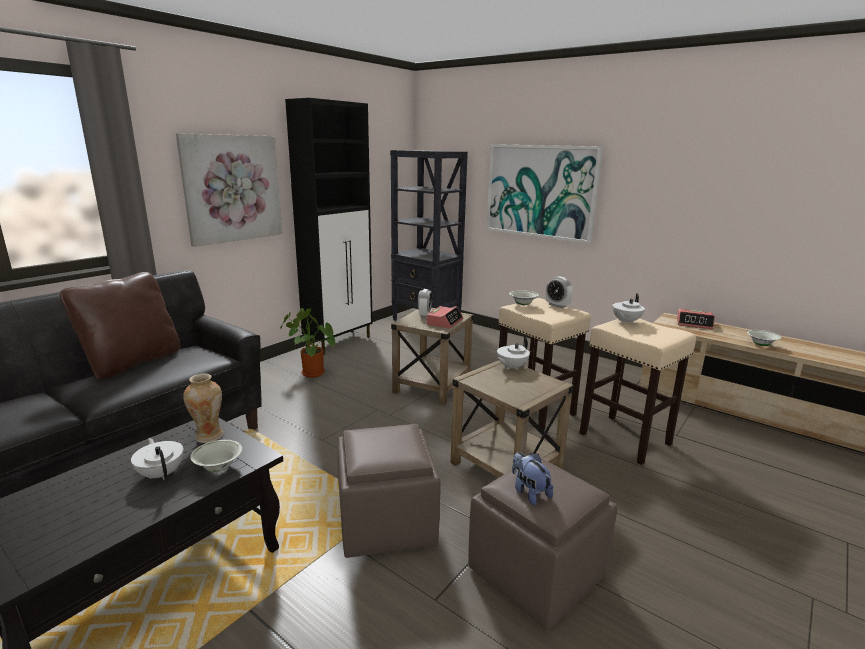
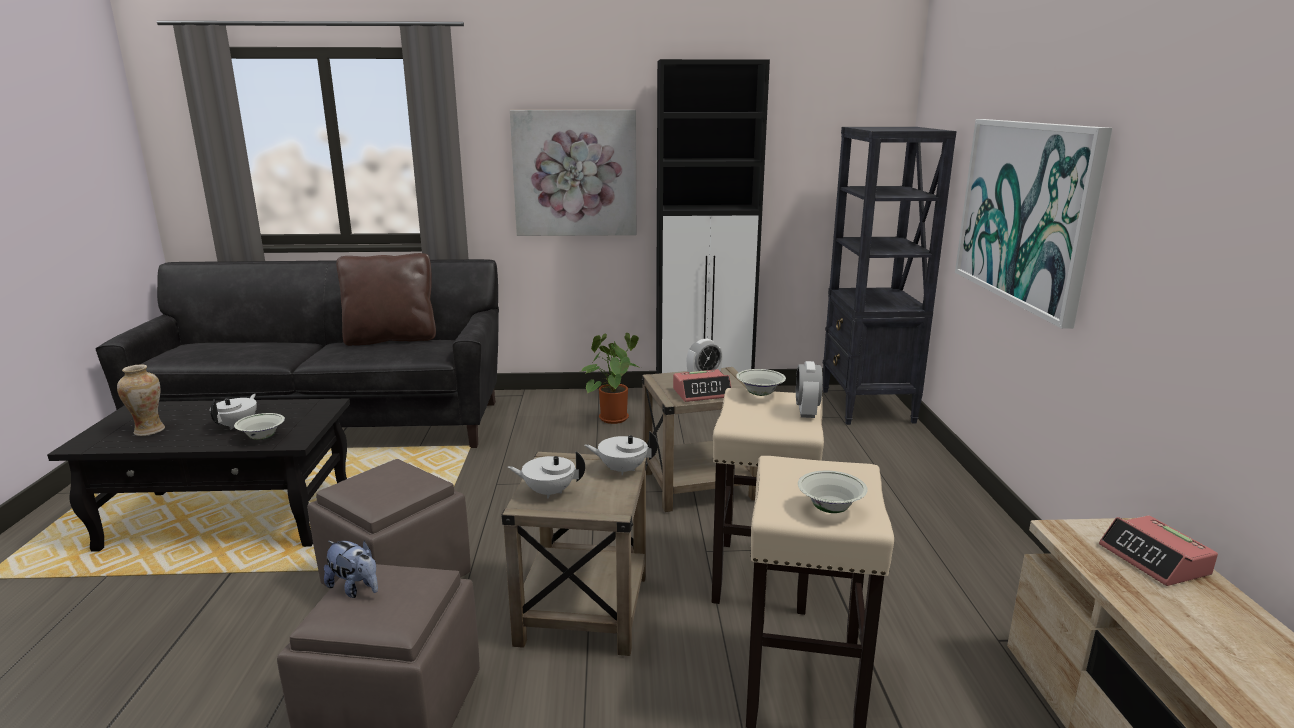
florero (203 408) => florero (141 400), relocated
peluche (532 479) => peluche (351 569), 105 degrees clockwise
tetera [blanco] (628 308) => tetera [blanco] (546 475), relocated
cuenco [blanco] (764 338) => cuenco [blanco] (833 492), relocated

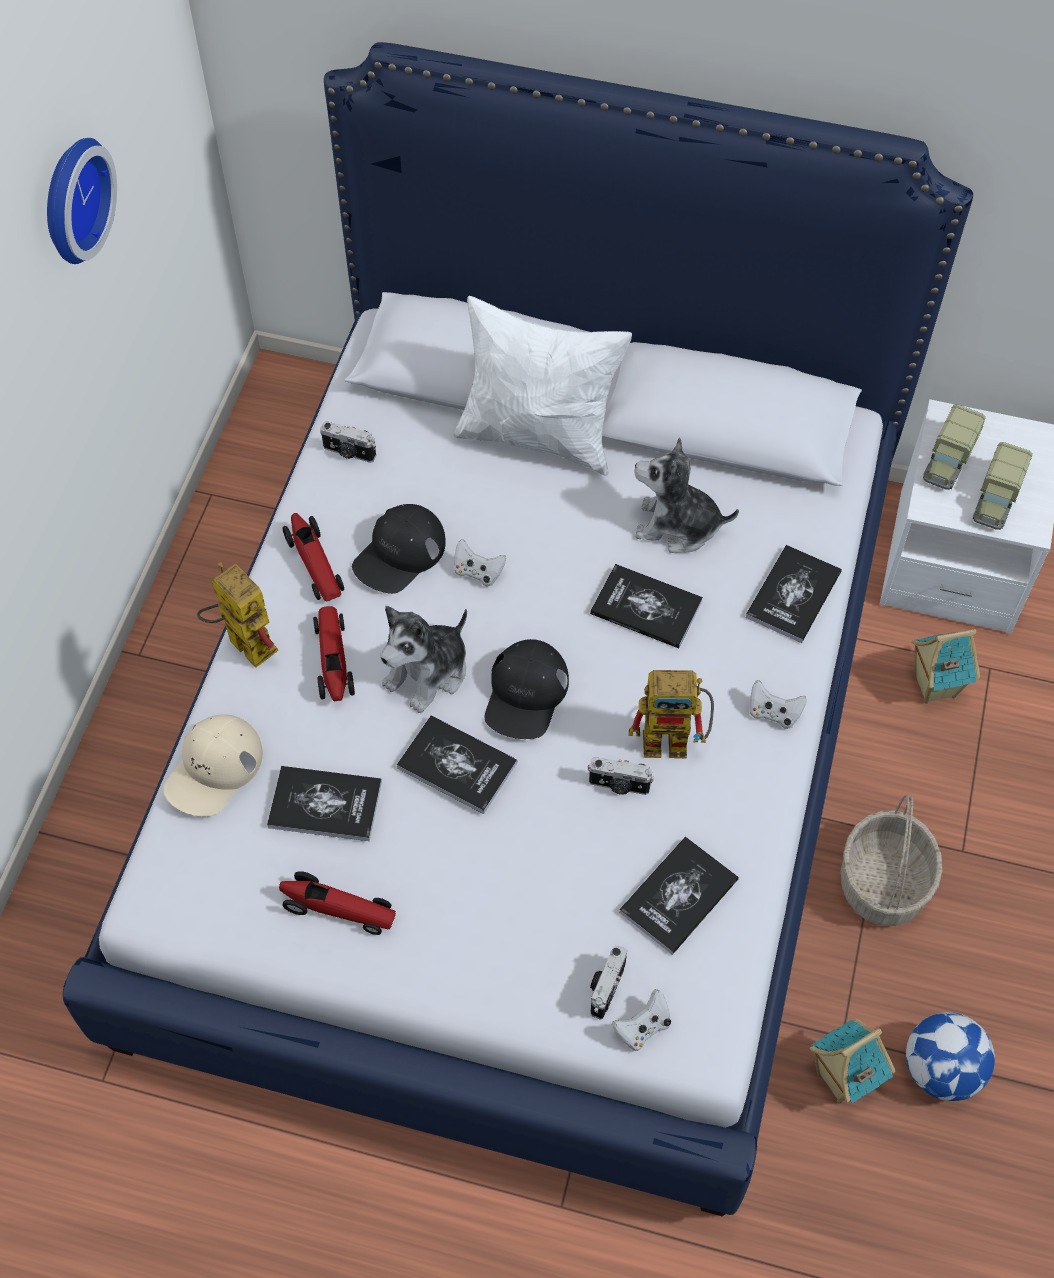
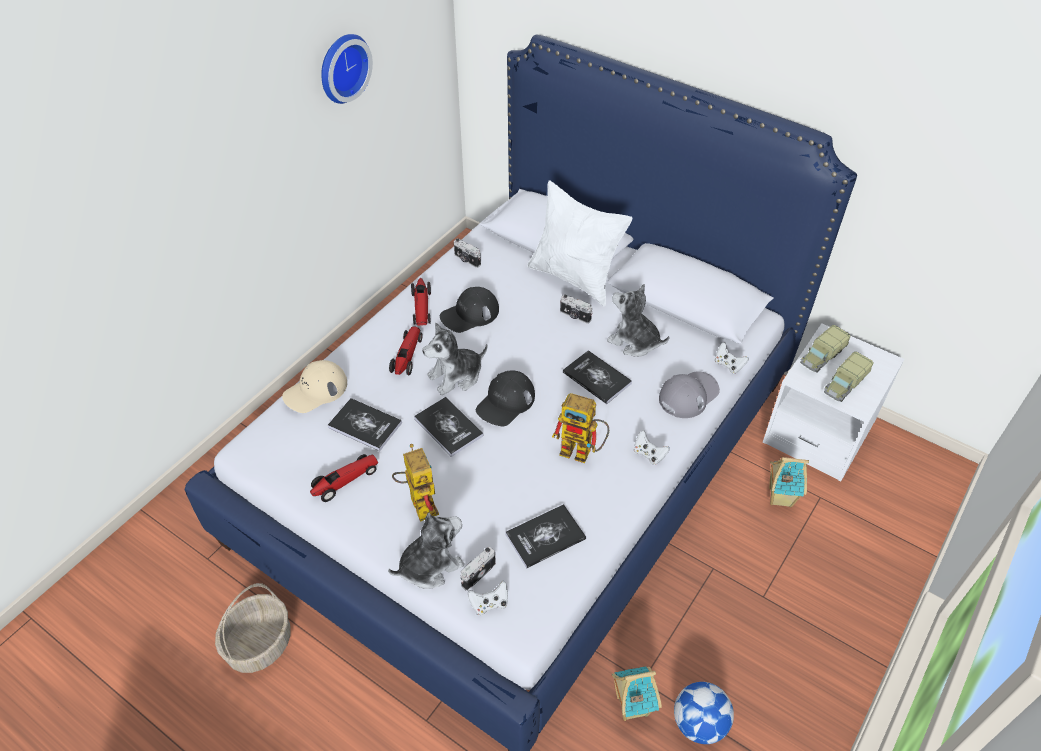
cesta (892 860) => cesta (253 628), relocated
coche de juguete (337 903) => coche de juguete (344 478), 75 degrees counterclockwise
nothing => peluche (426 550)
robot de juguete (238 615) => robot de juguete (415 483), relocated
cámara (621 776) => cámara (576 309), relocated
libro (793 594) => gorra [gris] (689 394)
mando de consola [blanco] (480 562) => mando de consola [blanco] (732 358), relocated

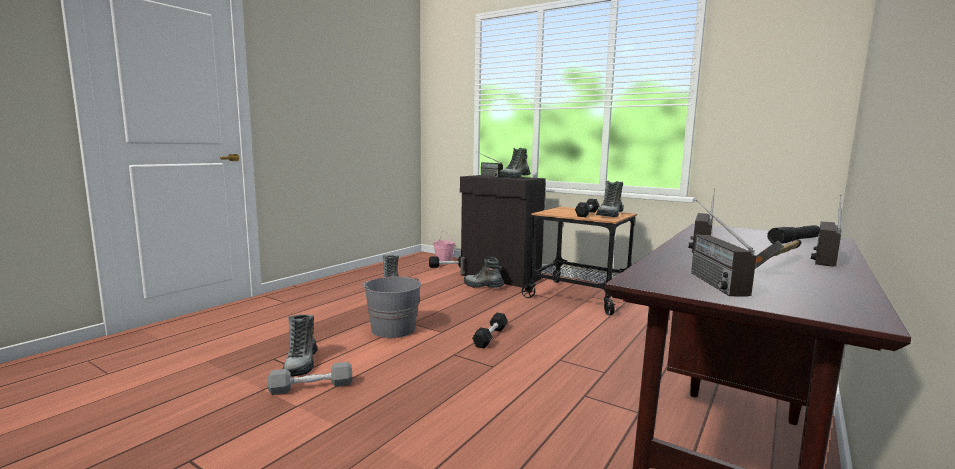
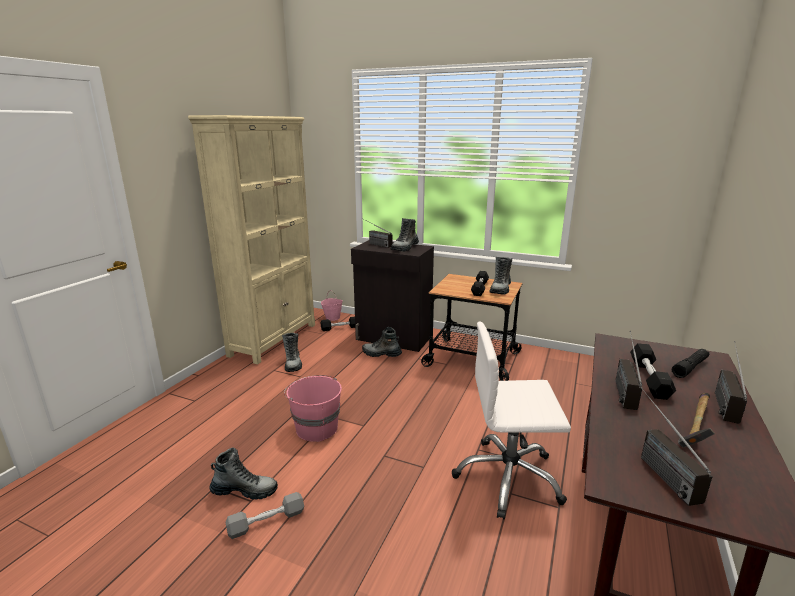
nothing => estantería [beis] (251 239)
bota (300 345) => bota (243 473), 75 degrees counterclockwise
cubo [gris] (391 308) => cubo [rosa] (313 408)
nothing => silla de oficina [blanco] (511 421)
mancuerna [negro] (490 331) => mancuerna [negro] (653 371), relocated

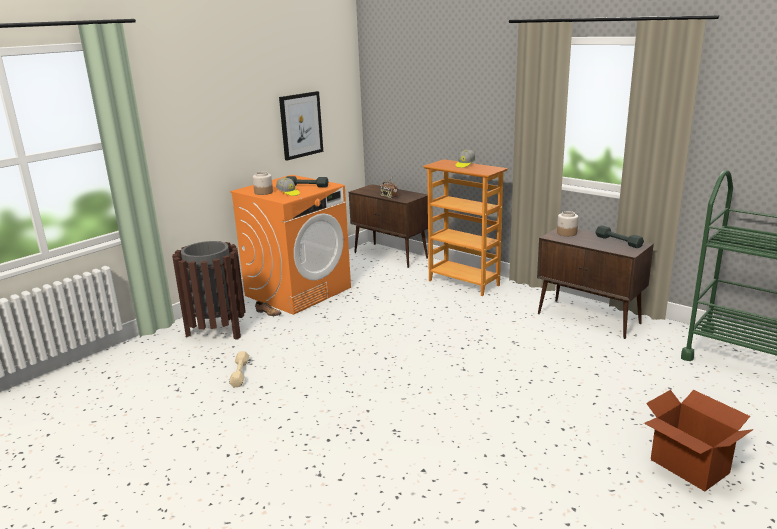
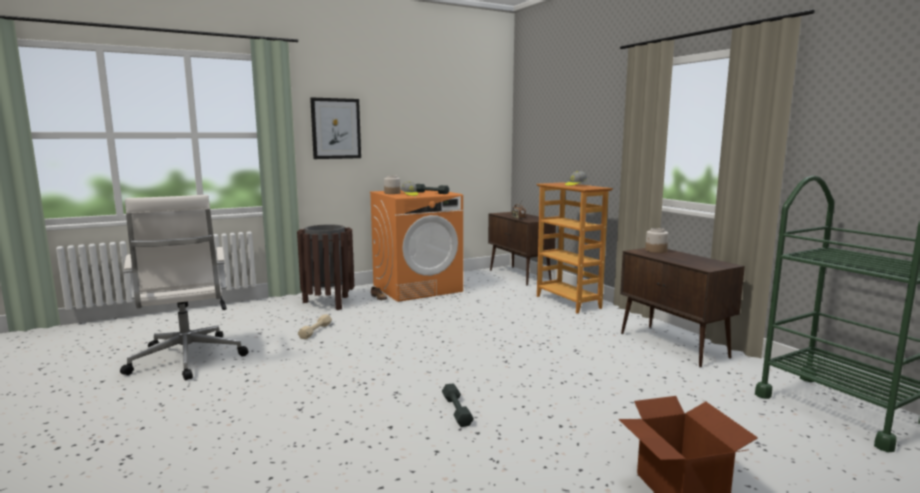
nothing => silla de oficina [blanco] (184 287)
cuadro (301 125) => cuadro (335 128), relocated
mancuerna [gris] (619 237) => mancuerna [gris] (458 405), relocated

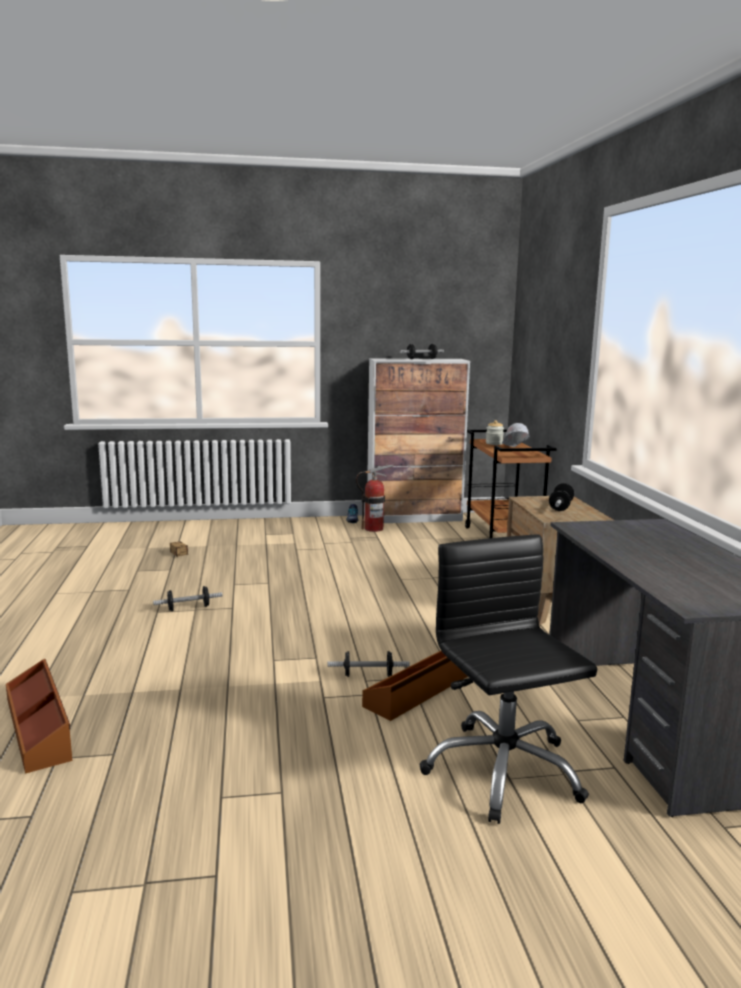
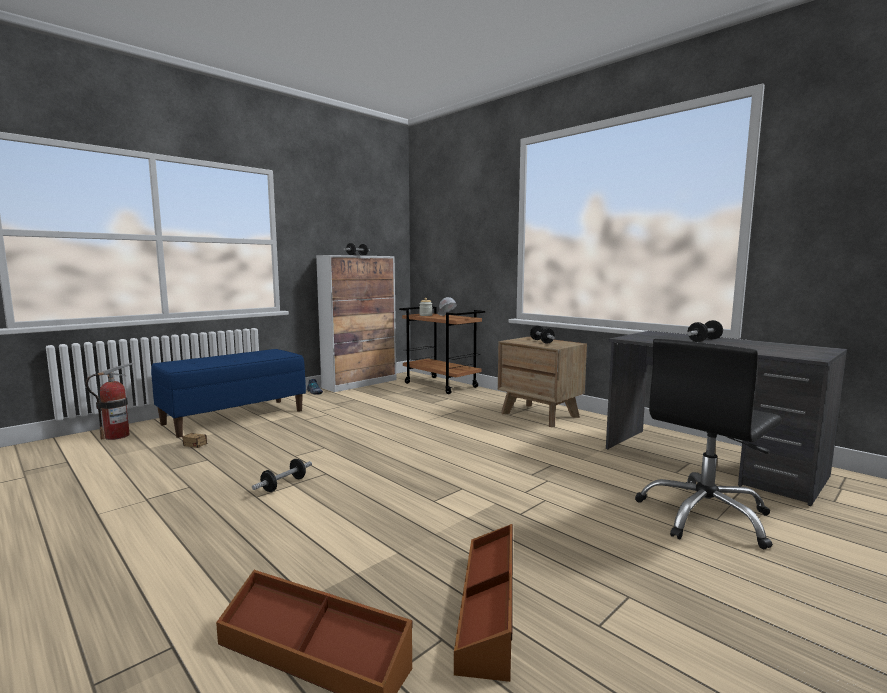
extintor (374 498) => extintor (110 401), relocated
nothing => banco [azul] (228 393)
caja de almacenaje [marrón] (415 686) => caja de almacenaje [marrón] (483 603), relocated
silla de oficina [negro] (508 679) => silla de oficina [negro] (708 444), 75 degrees counterclockwise
mancuerna (368 664) => mancuerna (705 331), relocated

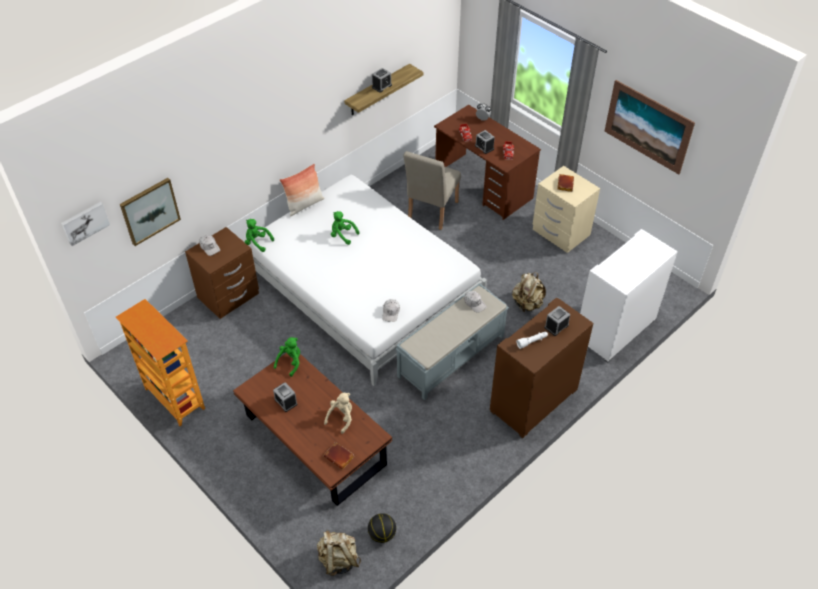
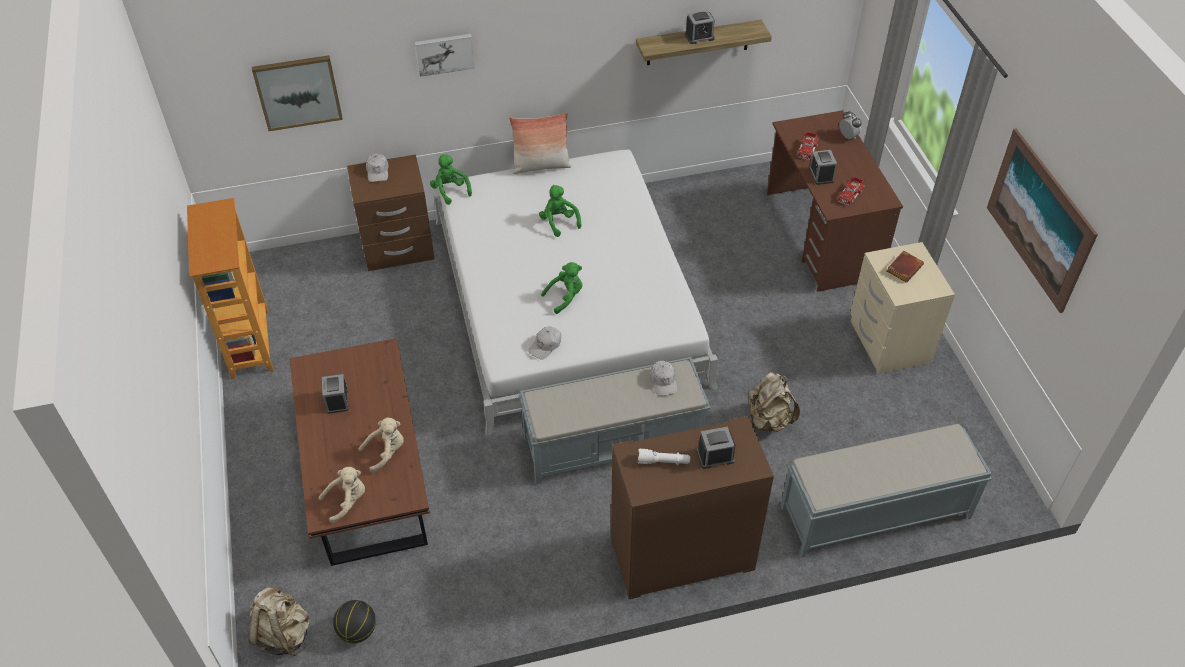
libro [marrón] (339 456) => peluche [beis] (341 495)
cuadro (85 224) => cuadro (445 55), relocated
peluche [verde] (287 357) => peluche [verde] (561 288), relocated
armario [blanco] (629 296) => banco [gris] (886 491)
silla [beis] (432 190) => nothing

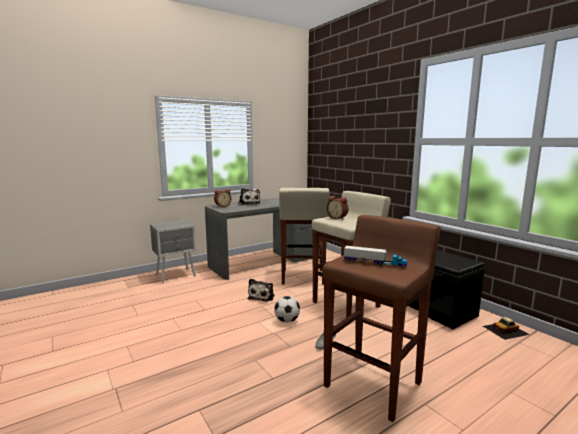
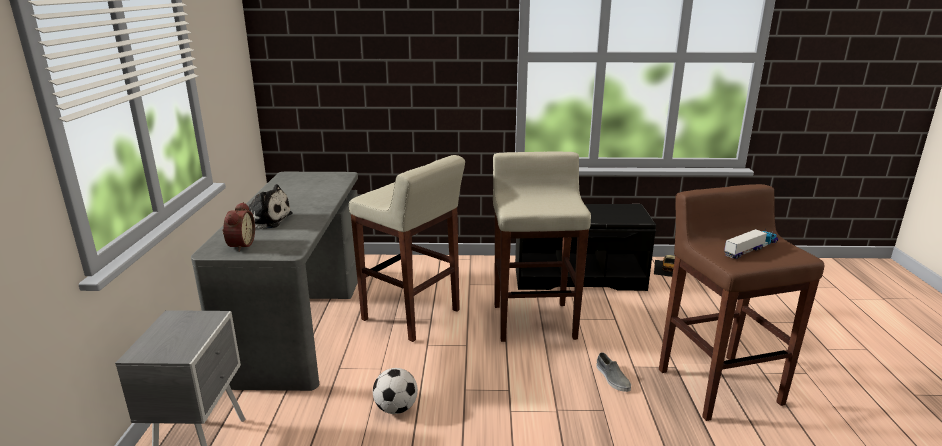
balón de fútbol (287 309) => balón de fútbol (395 391), relocated
peluche (261 290) => nothing
despertador (337 207) => nothing

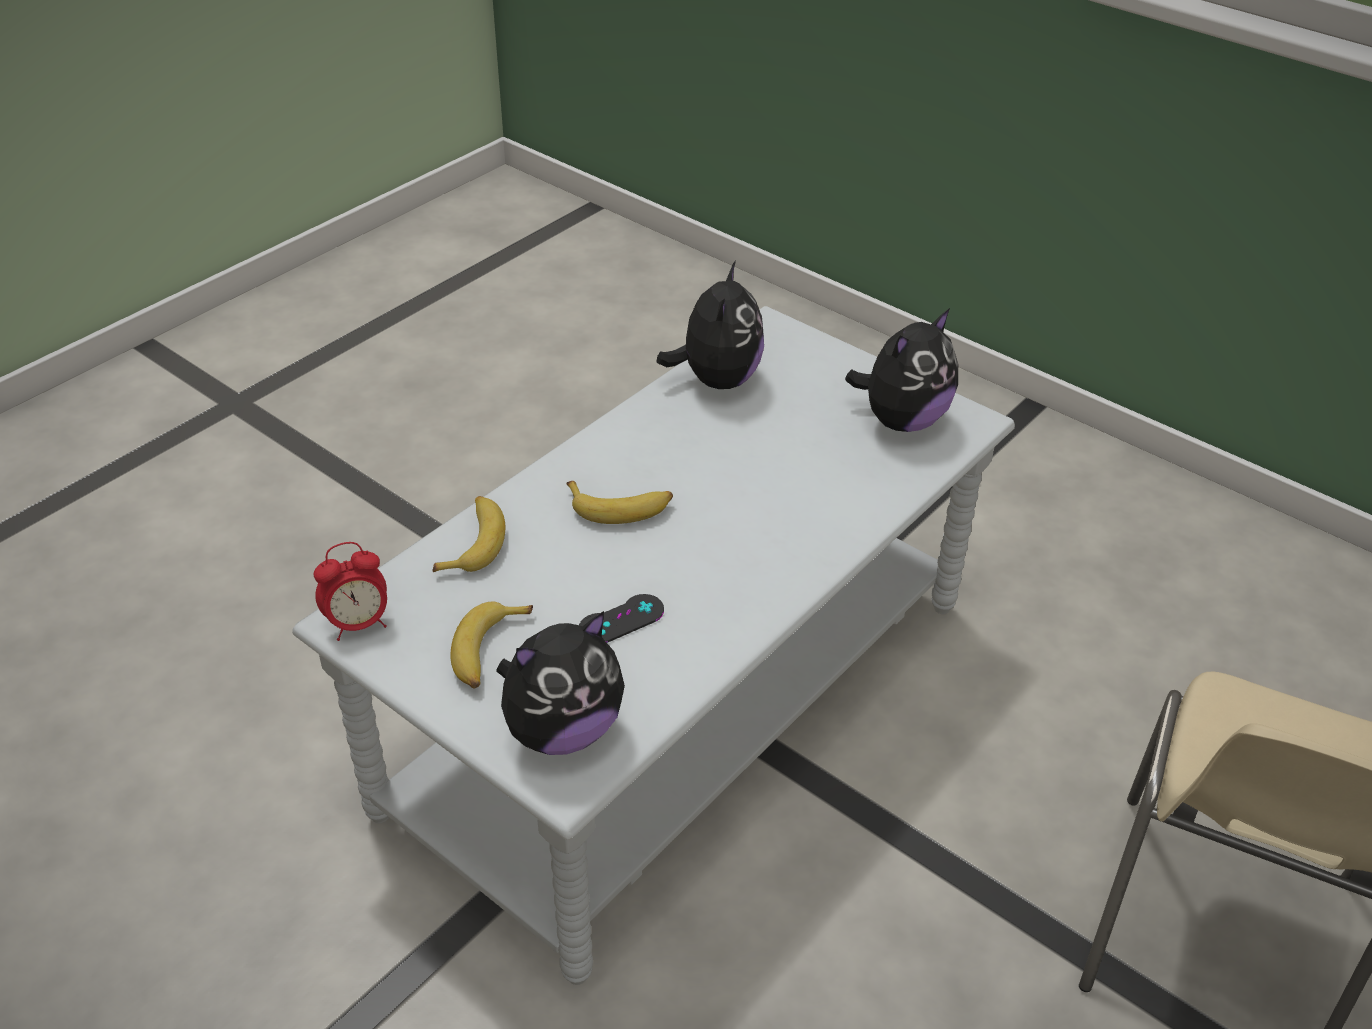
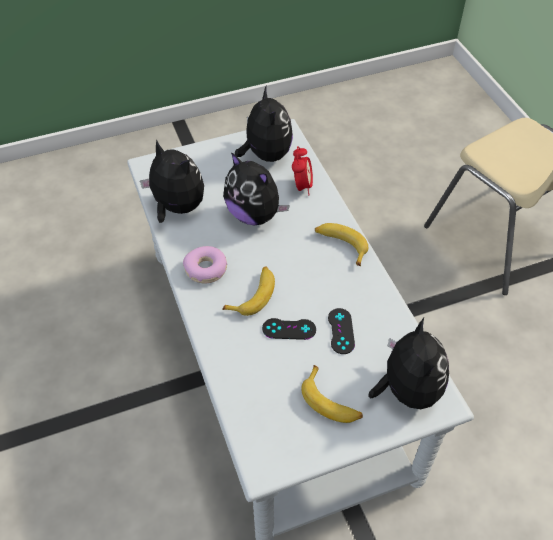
nothing => rosquilla (205 264)
nothing => peluche (256 188)
nothing => mando de consola [negro] (289 329)
despertador (350 591) => despertador (302 170), relocated
plátano (469 534) => plátano (341 244), relocated

